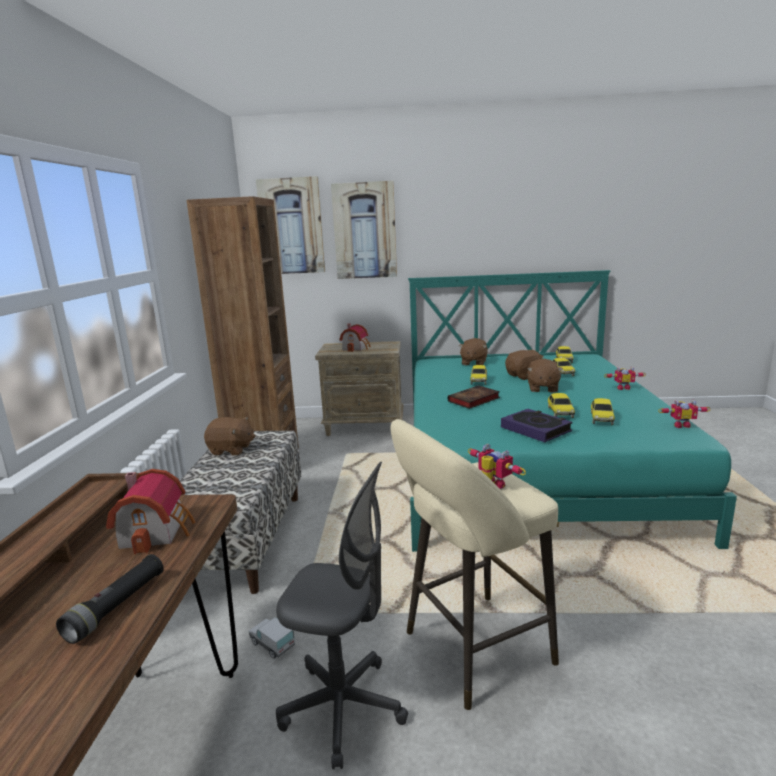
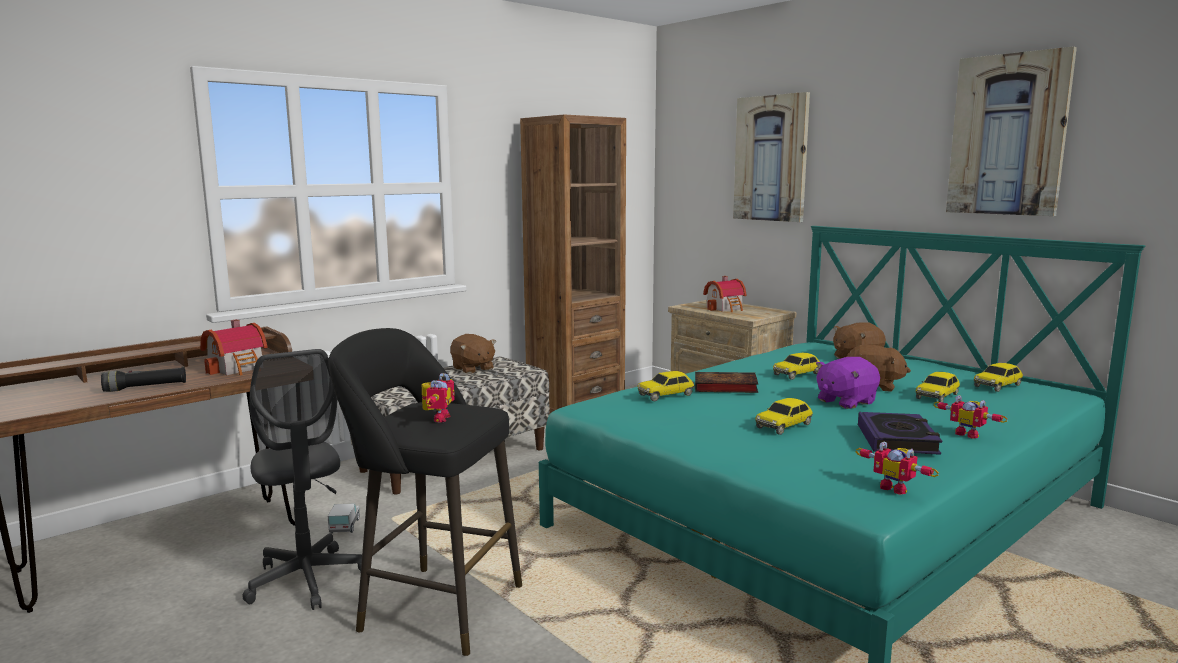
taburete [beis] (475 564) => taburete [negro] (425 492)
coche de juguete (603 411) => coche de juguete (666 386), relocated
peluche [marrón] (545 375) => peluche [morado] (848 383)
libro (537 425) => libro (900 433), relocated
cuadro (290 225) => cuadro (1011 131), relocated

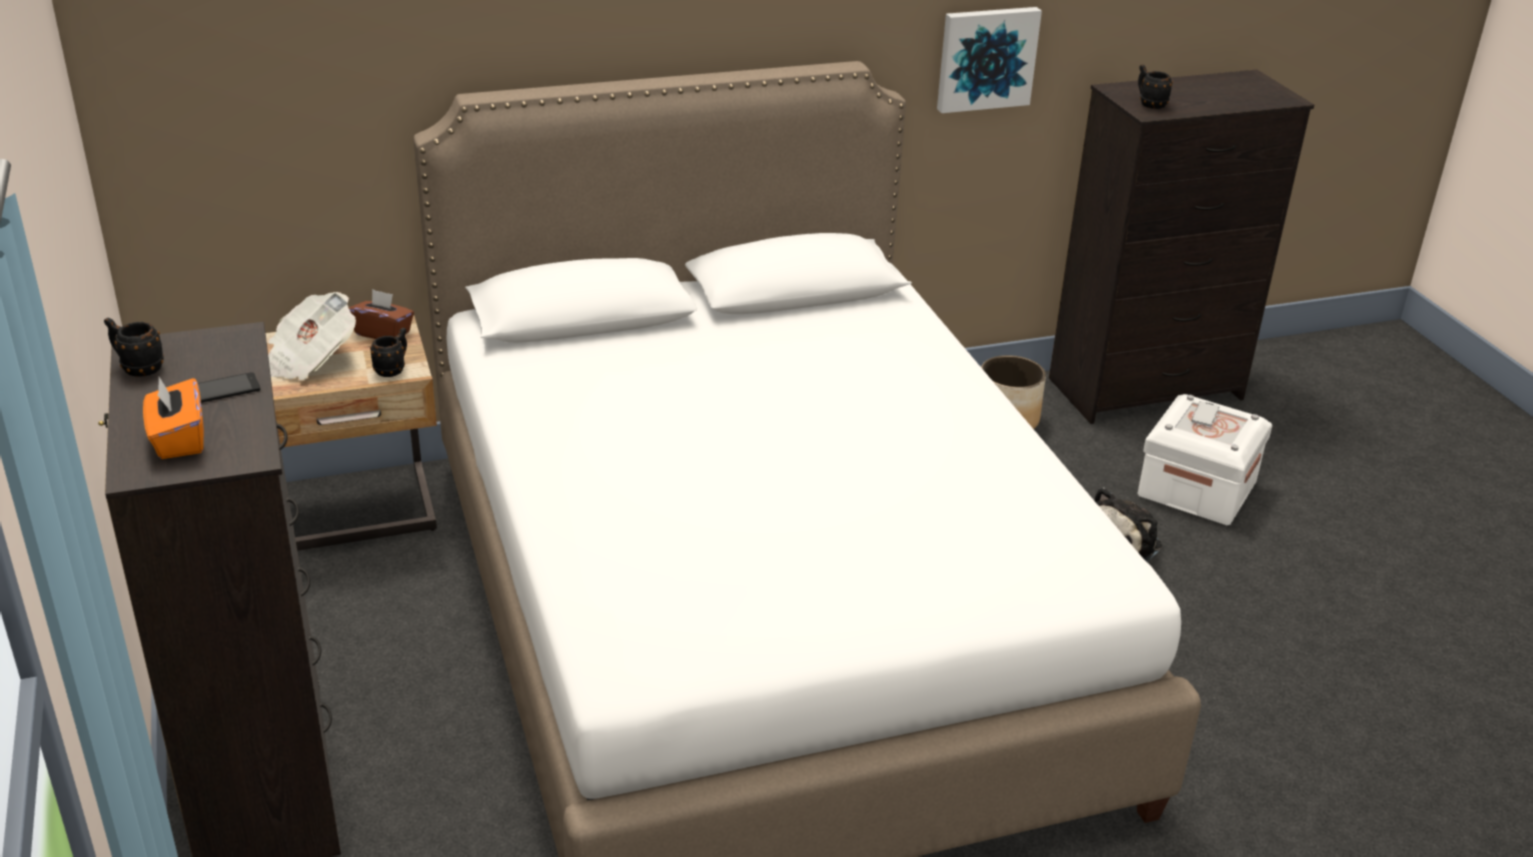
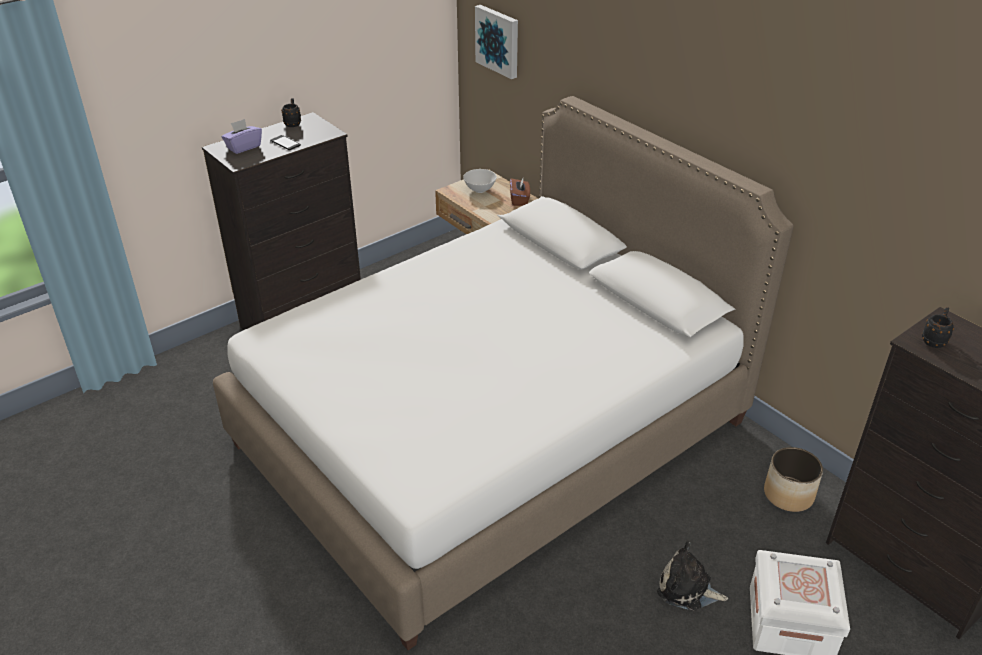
caja de pañuelos [naranja] (173 418) => caja de pañuelos [morado] (241 136)
periódico (312 336) => cuenco [blanco] (480 181)
cuadro (989 60) => cuadro (496 42), relocated
taza grande [negro] (388 352) => nothing
móvil (1205 414) => nothing

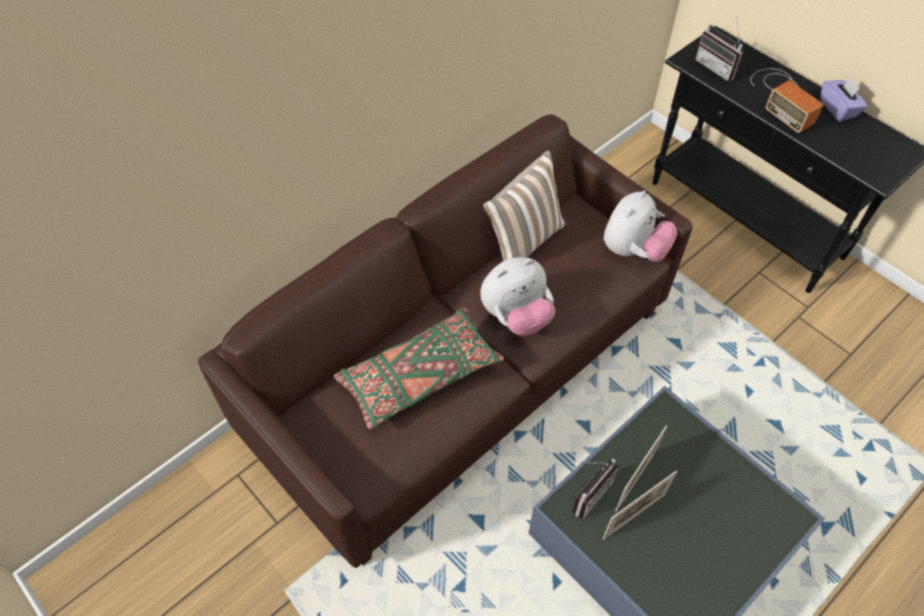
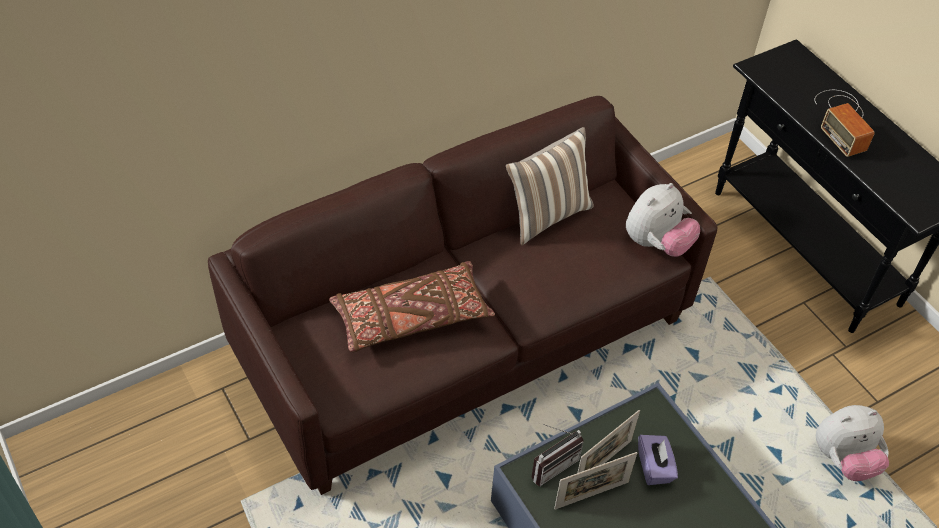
cojín [verde] (419 368) => cojín [marrón] (412 306)
caja de pañuelos [morado] (844 99) => caja de pañuelos [morado] (658 460), relocated
peluche (517 296) => peluche (852 443), relocated
radio (719 48) => nothing

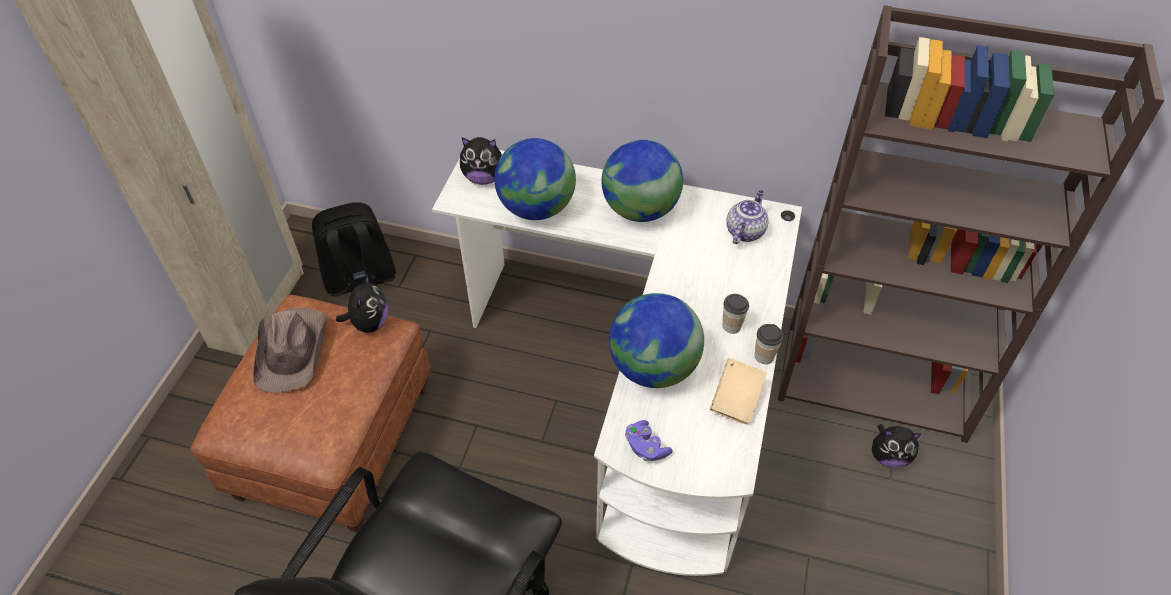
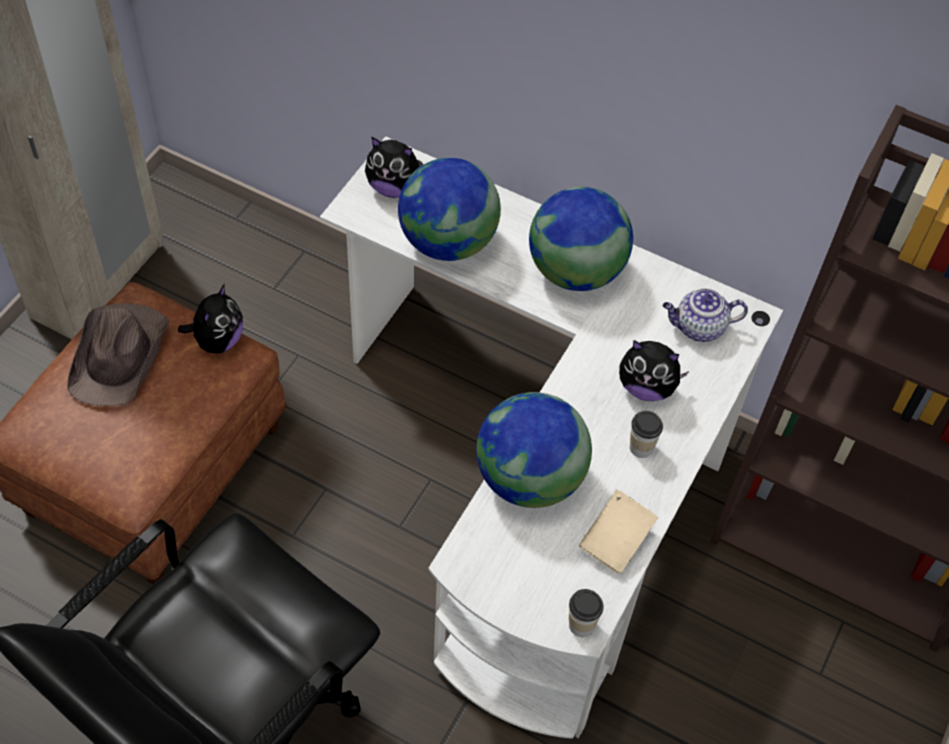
taza (769 344) => taza (586 613), relocated
peluche (897 446) => peluche (654 370), relocated
tetera (747 217) => tetera (705 315), 135 degrees counterclockwise
mochila [negro] (354 249) => nothing
mando de consola [morado] (649 440) => nothing

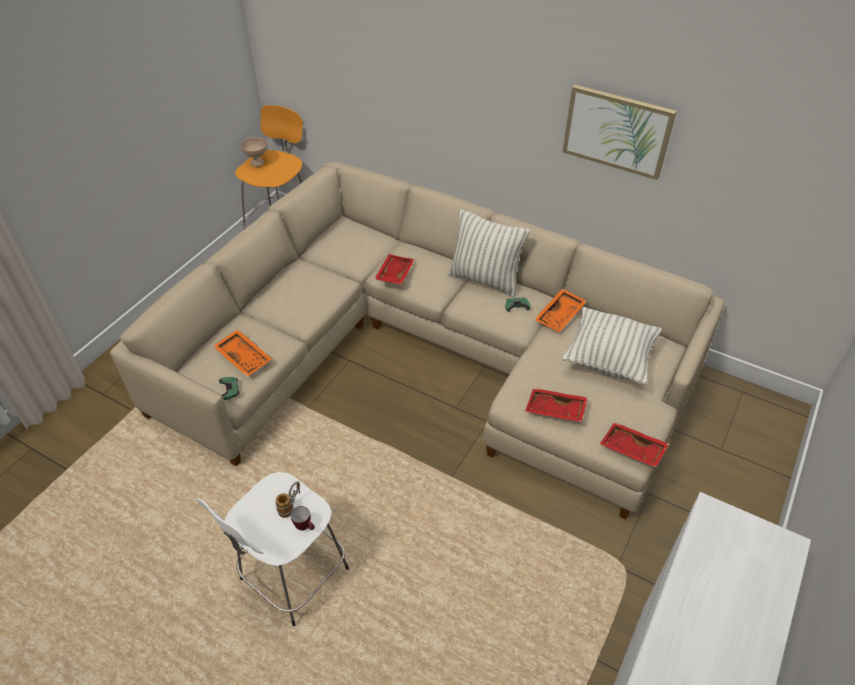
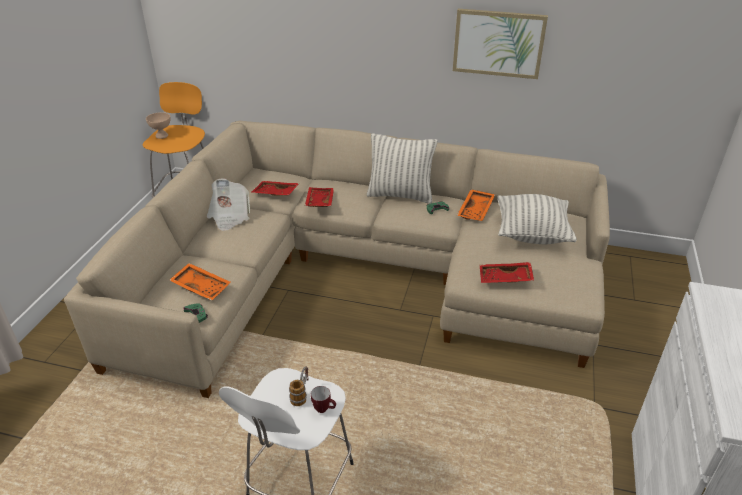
nothing => periódico (228 204)
bandeja [rojo] (634 444) => bandeja [rojo] (275 188), relocated

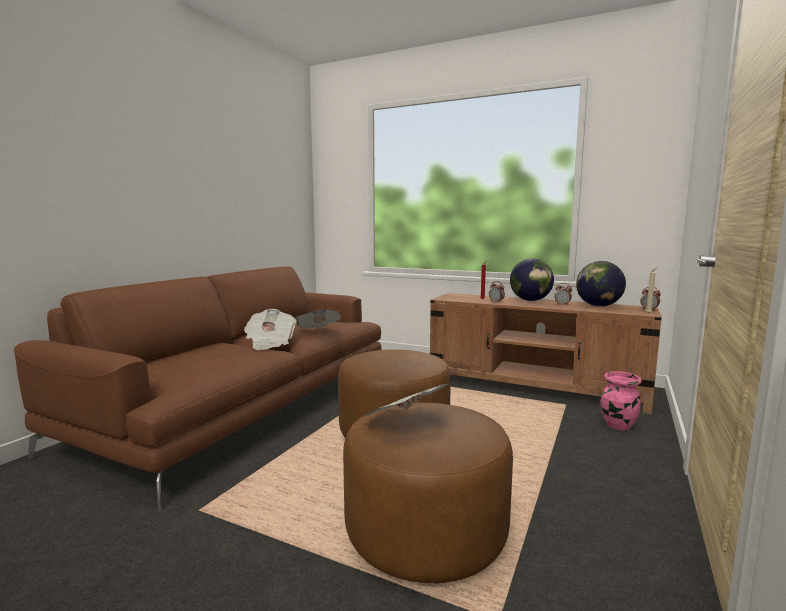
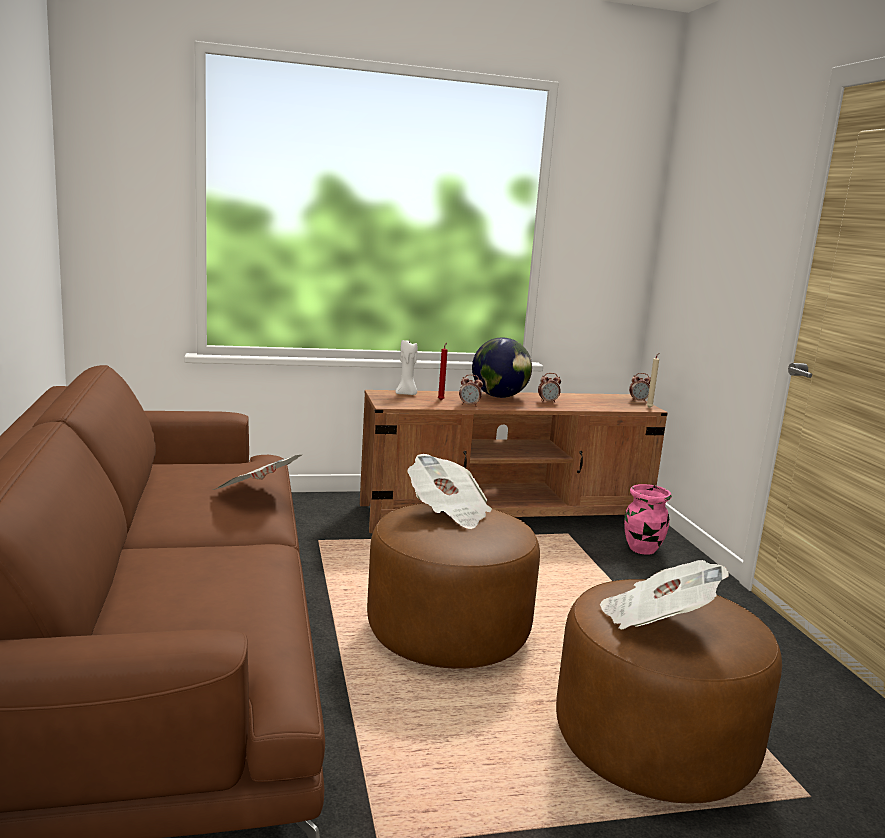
nothing => vela [blanco] (407 367)
periódico (270 329) => periódico (449 491), relocated
globo terráqueo (601 284) => nothing

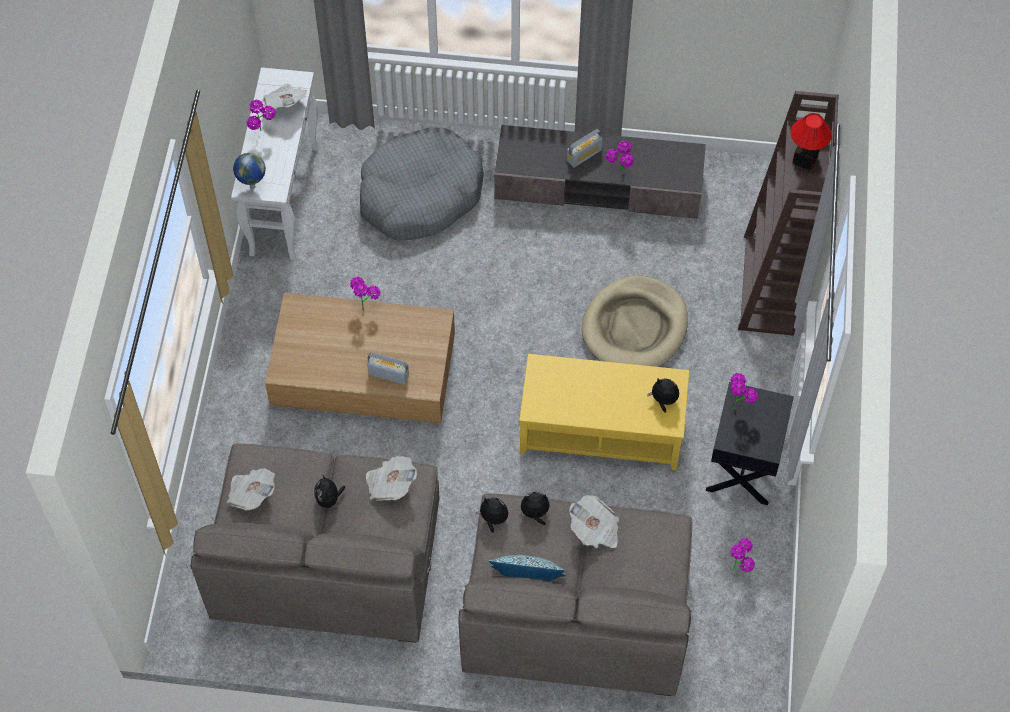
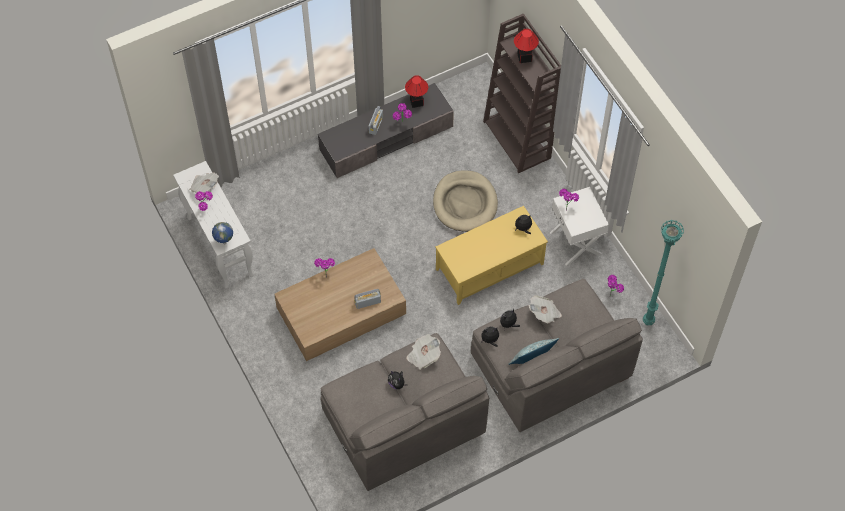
nothing => lámpara de mesa (416 91)
mesa auxiliar [negro] (750 443) => mesa auxiliar [blanco] (579 226)
nothing => lámpara de pie [turquesa] (663 272)
periódico (251 489) => nothing
cama para perro [gris] (422 184) => nothing

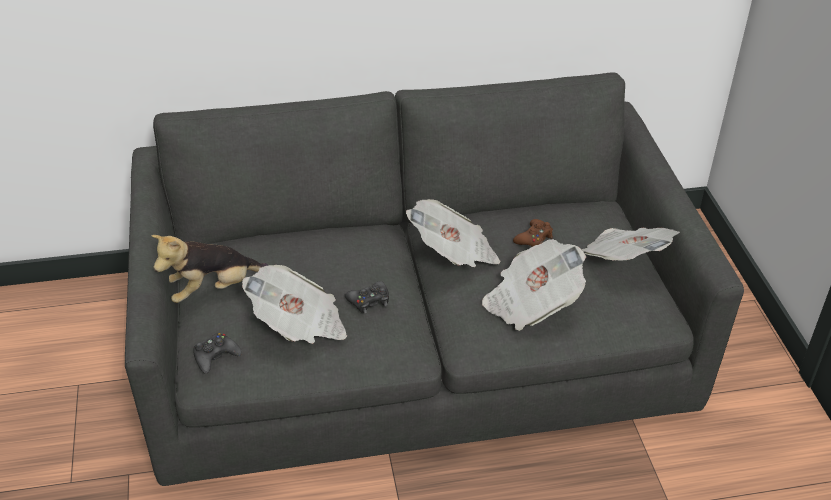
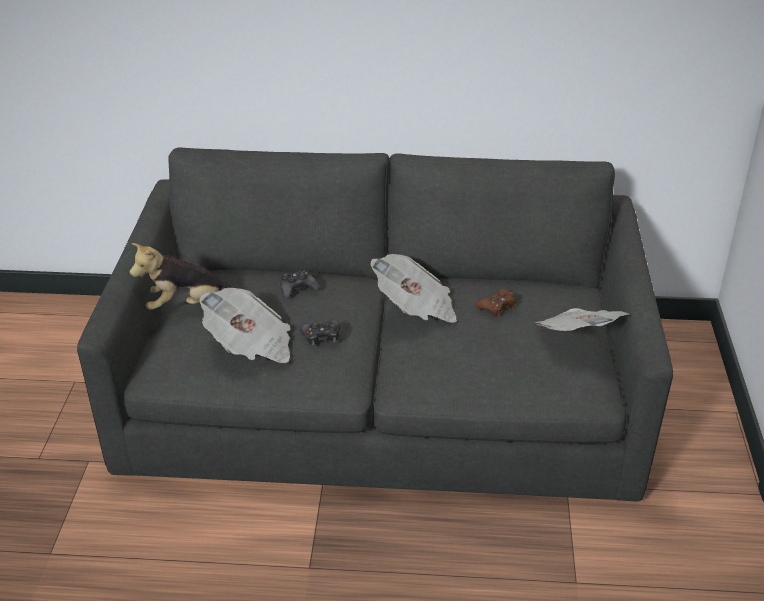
mando de consola [negro] (217 353) => mando de consola [negro] (299 284), relocated
periódico (534 285) => nothing

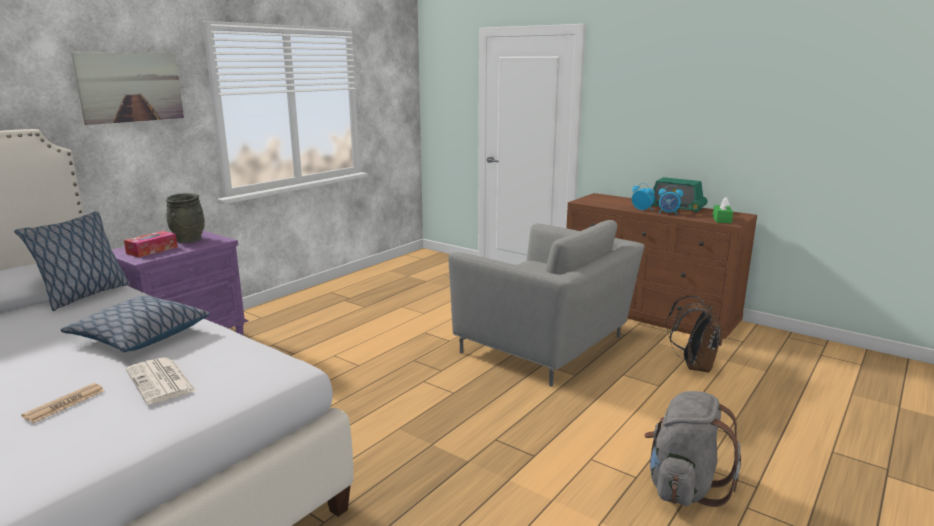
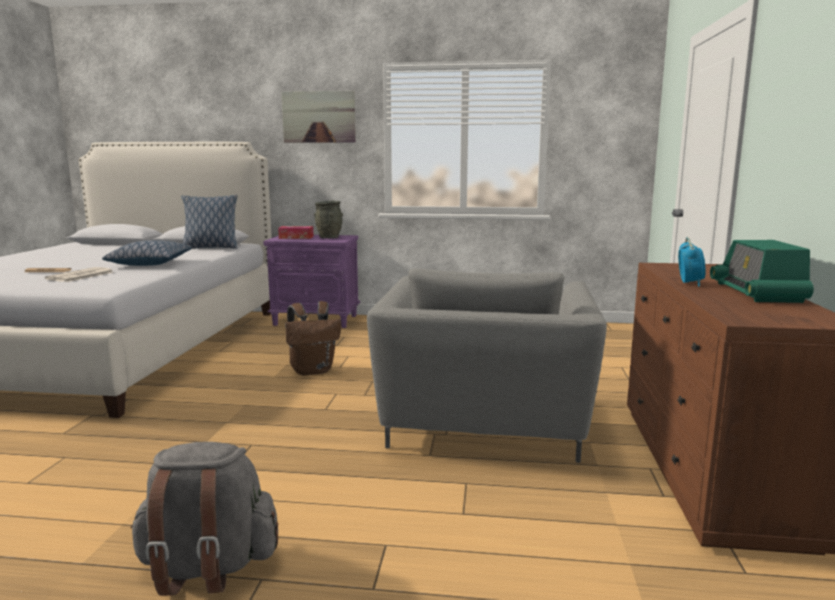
mochila [marrón] (694 334) => mochila [marrón] (313 338), relocated
despertador (670 200) => nothing
caja de pañuelos [verde] (723 210) => nothing

